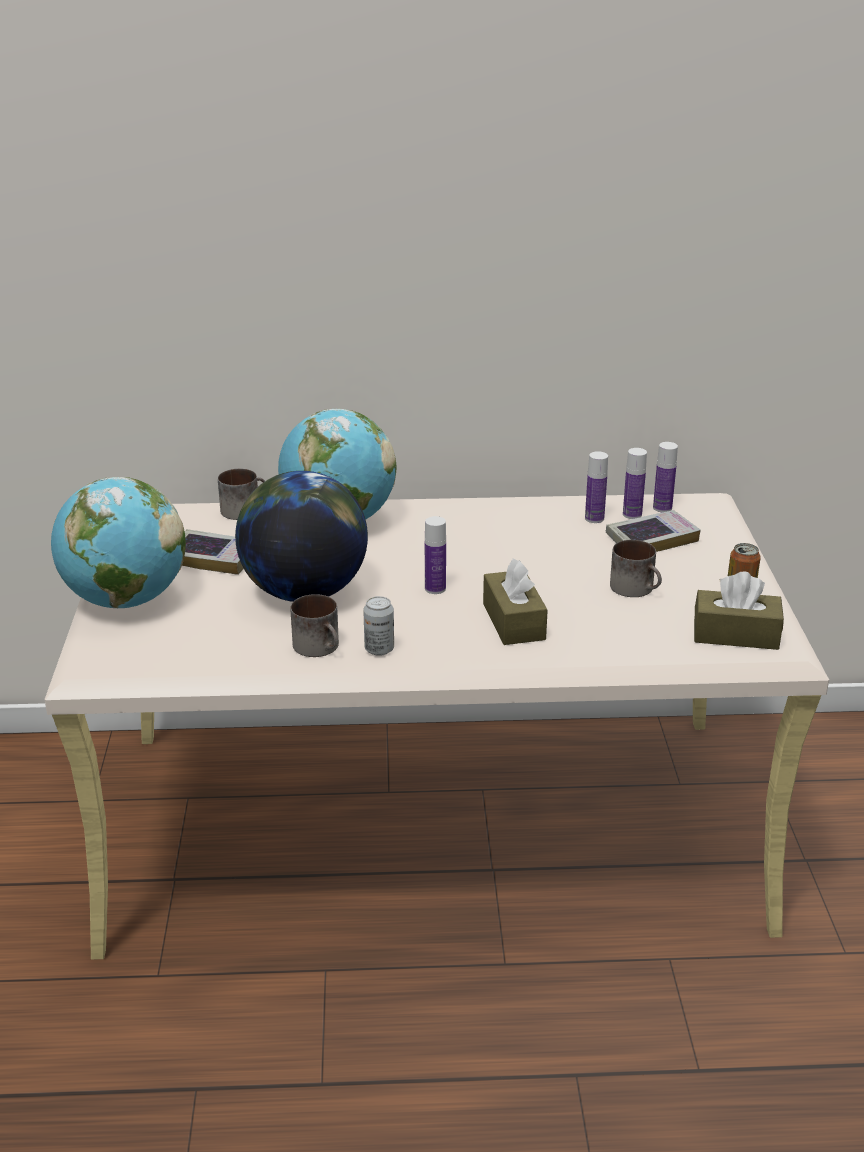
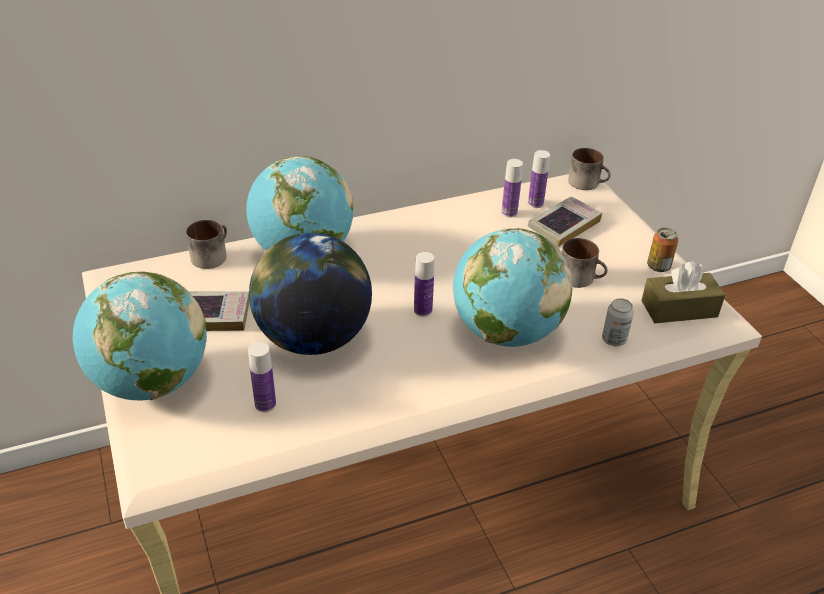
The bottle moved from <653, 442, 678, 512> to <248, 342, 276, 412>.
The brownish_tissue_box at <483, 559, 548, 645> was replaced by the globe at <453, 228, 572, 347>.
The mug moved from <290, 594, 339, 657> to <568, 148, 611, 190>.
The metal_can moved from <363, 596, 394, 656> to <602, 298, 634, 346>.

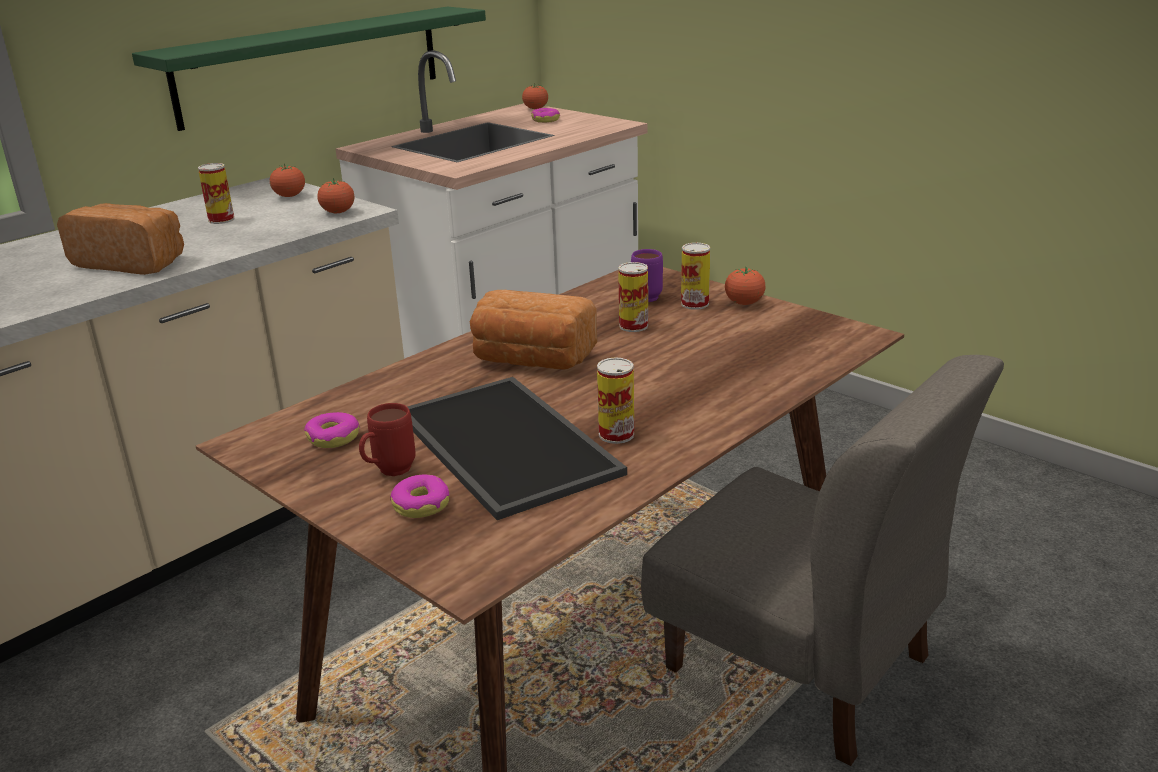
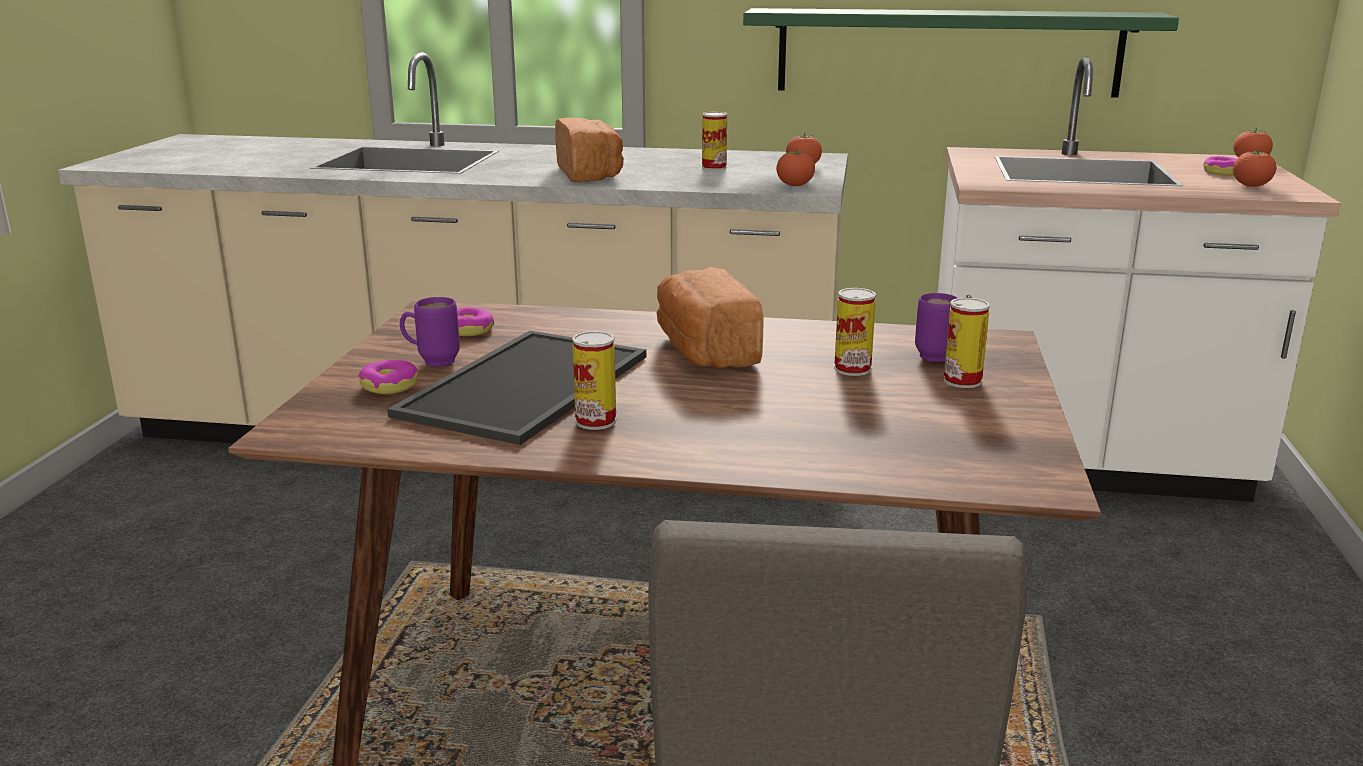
The reddish_mug at <359, 403, 416, 476> became the purple_mug at <400, 297, 460, 367>.
The tomato moved from <725, 267, 766, 305> to <1233, 148, 1276, 187>.

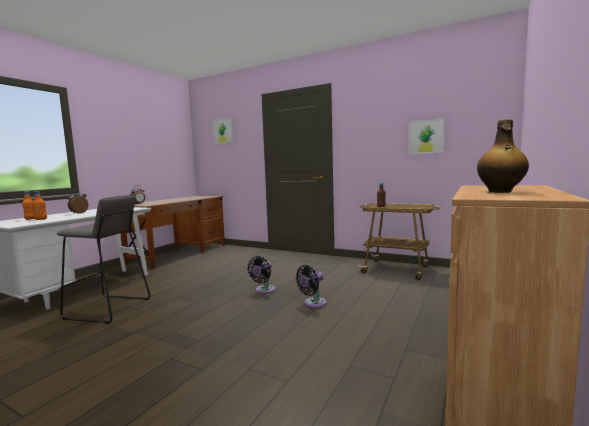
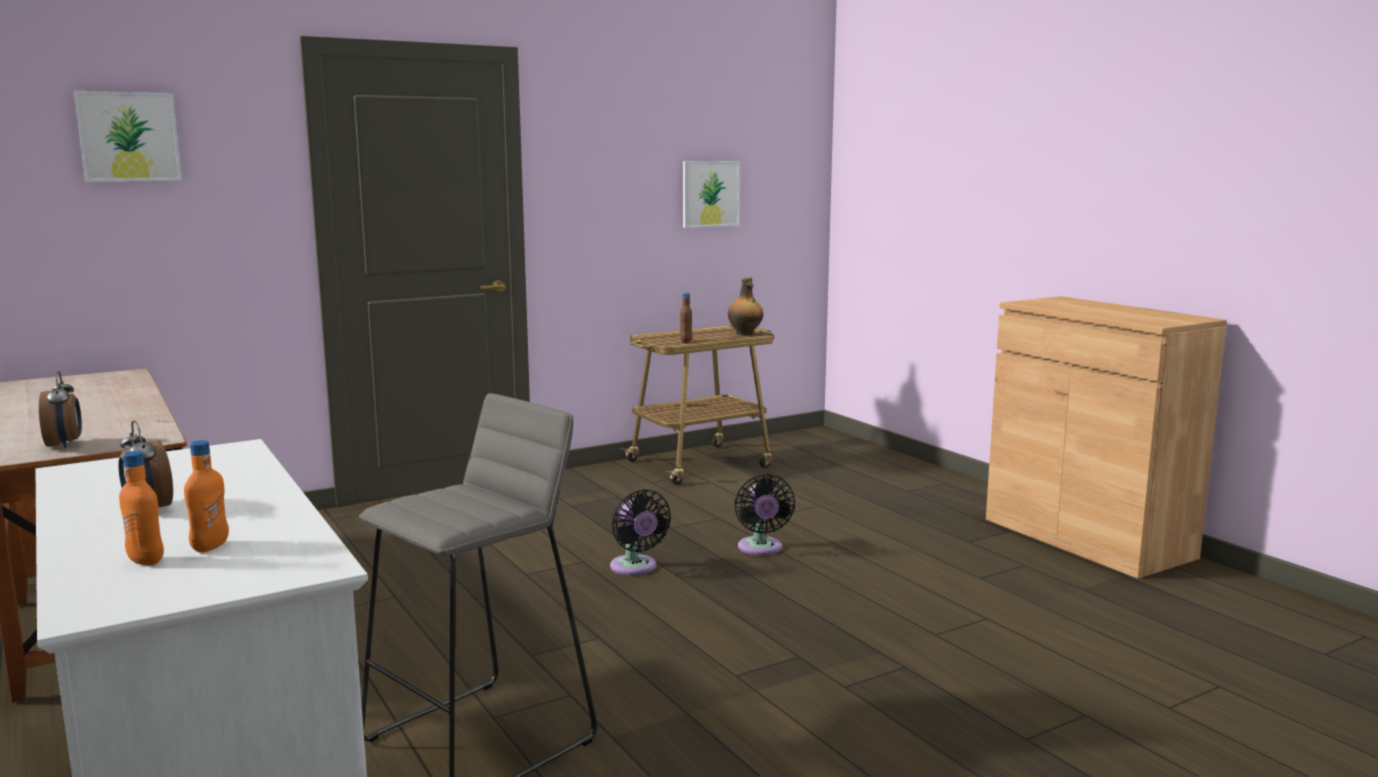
The bottle moved from <477, 119, 529, 193> to <728, 277, 763, 336>.

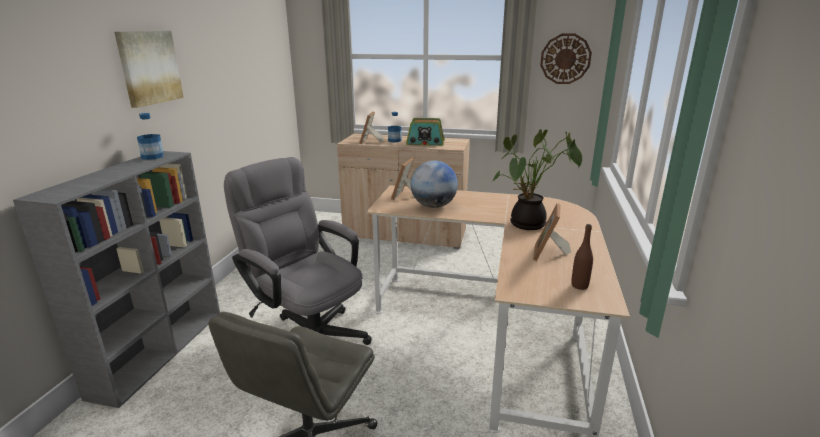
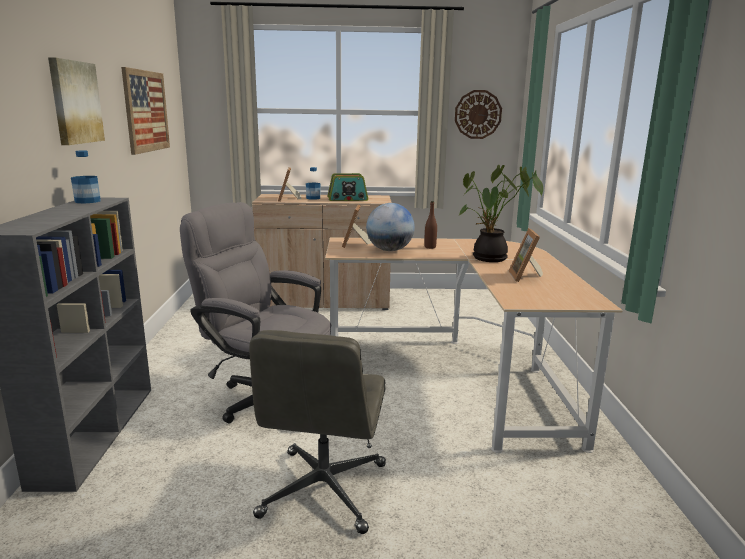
The picture at <121, 67, 170, 155> appeared.
The brownish_bottle moved from <571, 224, 593, 290> to <424, 201, 437, 249>.

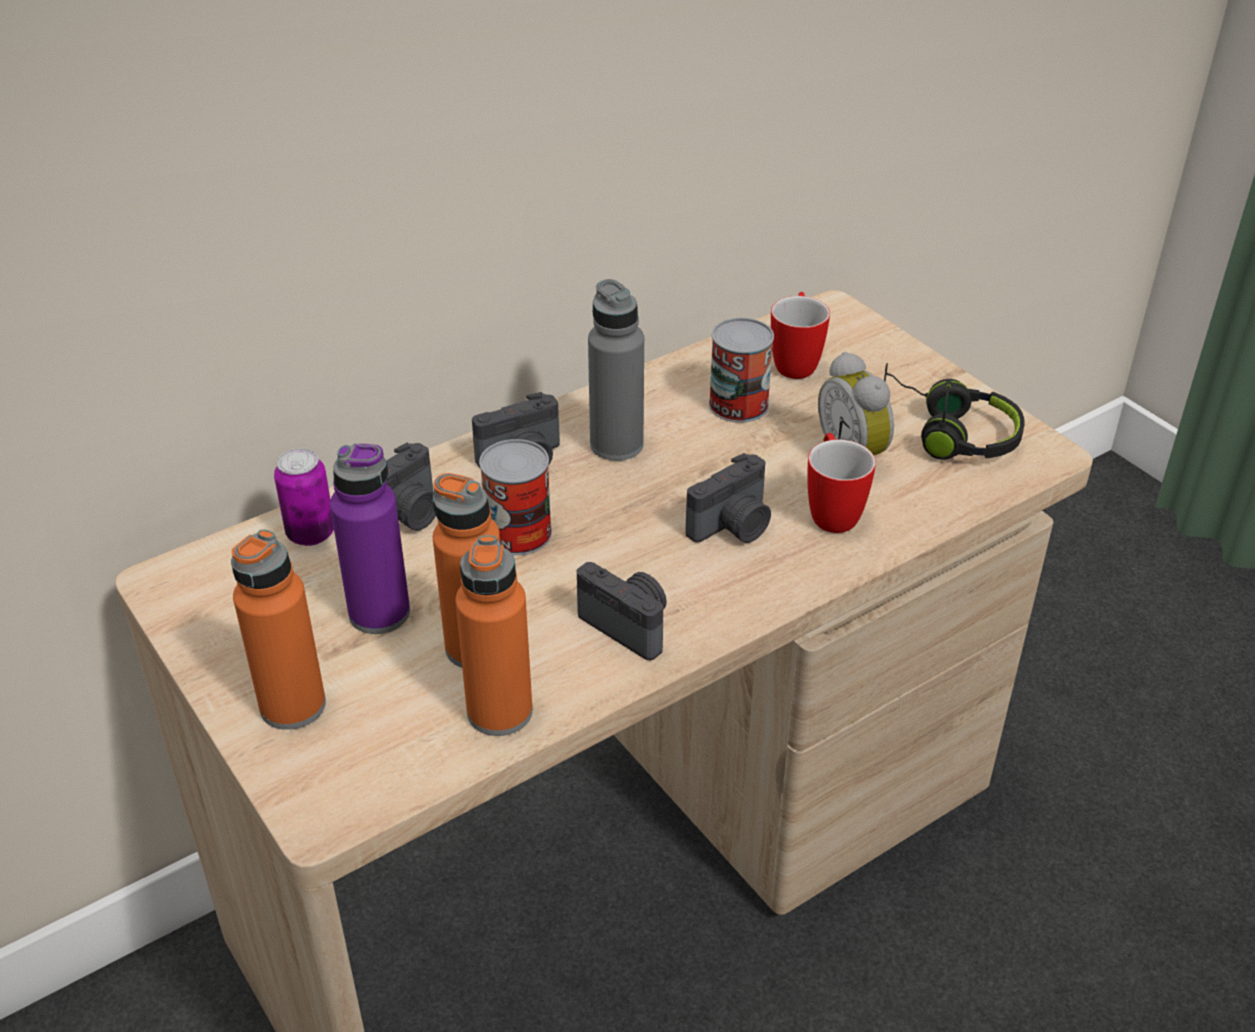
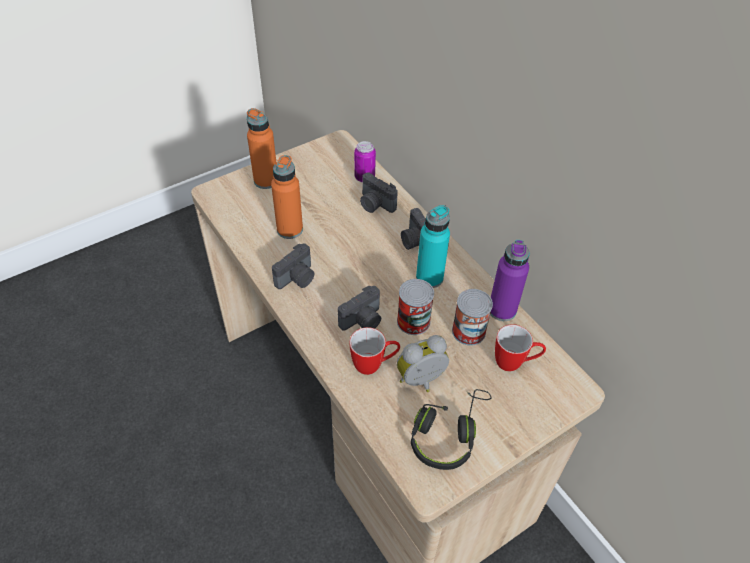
The photo_camera at <685, 453, 771, 543> turned 90 degrees counterclockwise.
The metal_can moved from <479, 439, 552, 555> to <397, 279, 434, 335>.
The greyish_bottle at <588, 279, 644, 461> became the blue-green_bottle at <416, 205, 450, 288>.
The purple_bottle moved from <330, 444, 410, 634> to <490, 240, 530, 321>.
The orange_bottle at <455, 535, 533, 736> disappeared.

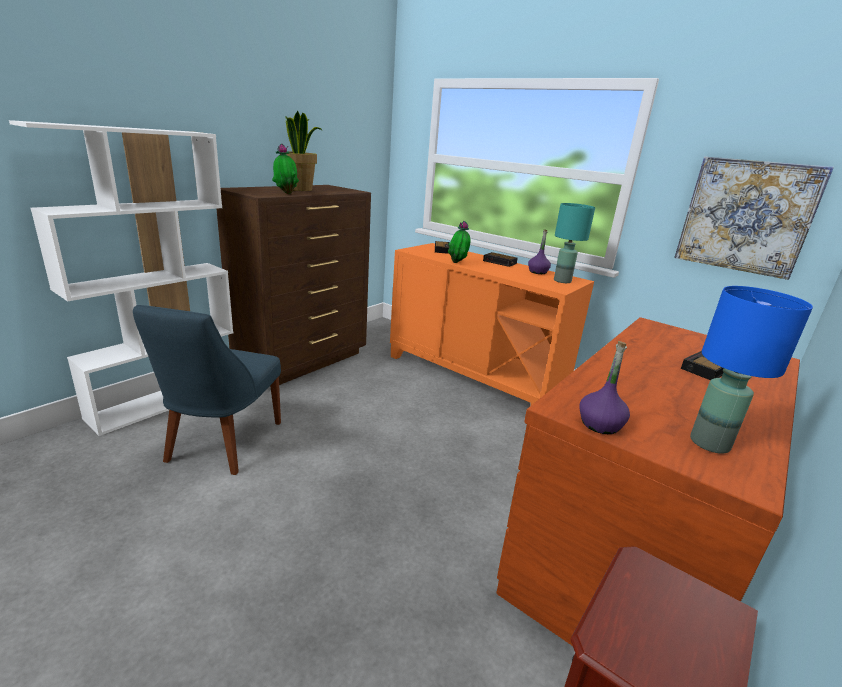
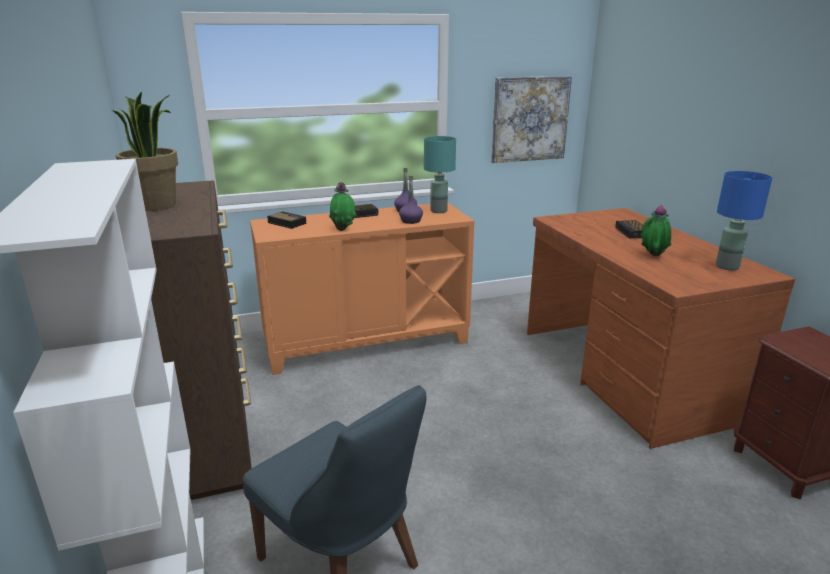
The purple_bottle moved from <579, 341, 630, 434> to <399, 176, 423, 224>.
The houseplant moved from <272, 144, 299, 194> to <640, 205, 671, 256>.

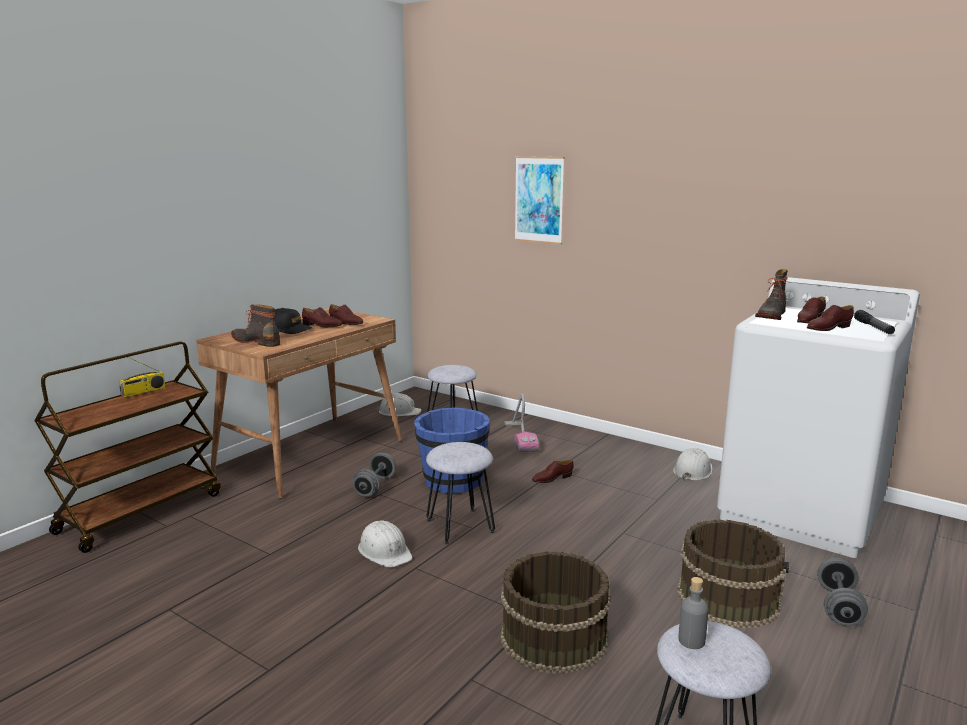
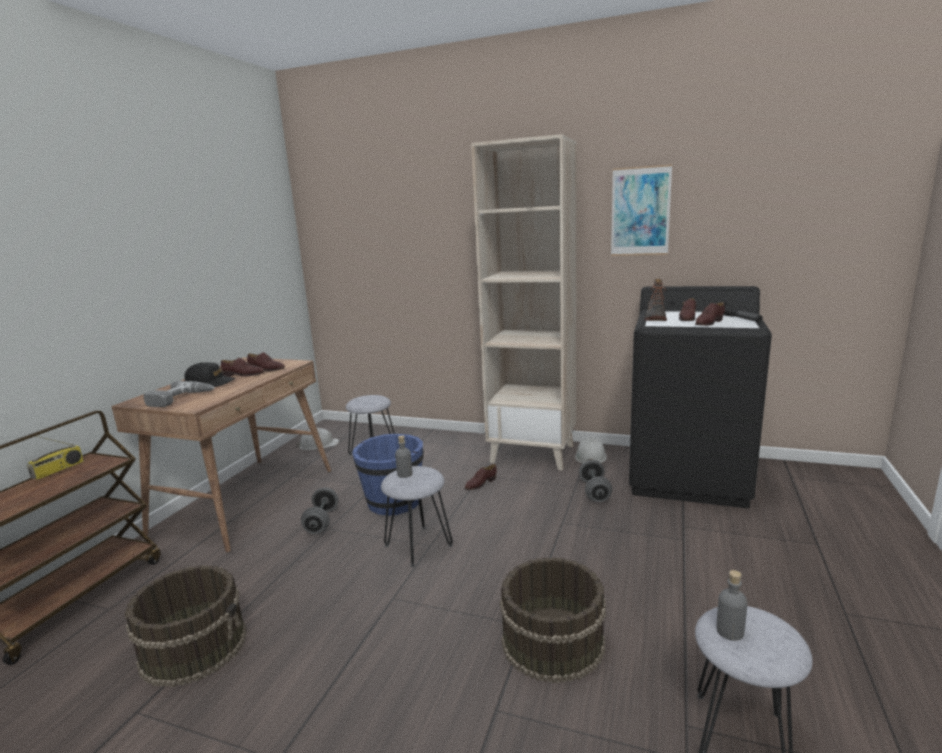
The brownish_pail moved from <677, 519, 789, 629> to <125, 565, 246, 687>.
The high-top_boot at <231, 304, 280, 347> was replaced by the drill at <143, 381, 215, 407>.
The greyish_bottle at <395, 435, 413, 478> appeared.
The beige-coloured_bookcase at <471, 134, 577, 471> appeared.
The greyish_free_weight moved from <817, 558, 868, 626> to <579, 460, 612, 502>.
The picture moved from <514, 156, 564, 244> to <611, 164, 672, 256>.
The white_washing_machine at <717, 277, 920, 558> became the black_washing_machine at <629, 286, 772, 508>.
The white_hard_hat at <358, 520, 412, 568> disappeared.
The vacuum at <504, 394, 539, 452> disappeared.

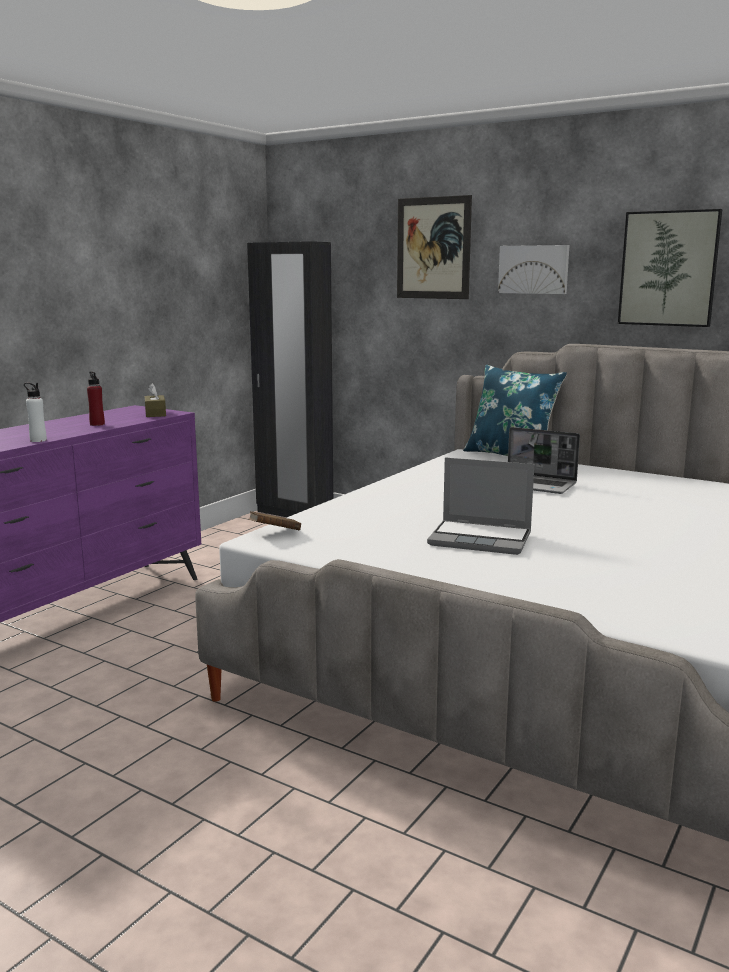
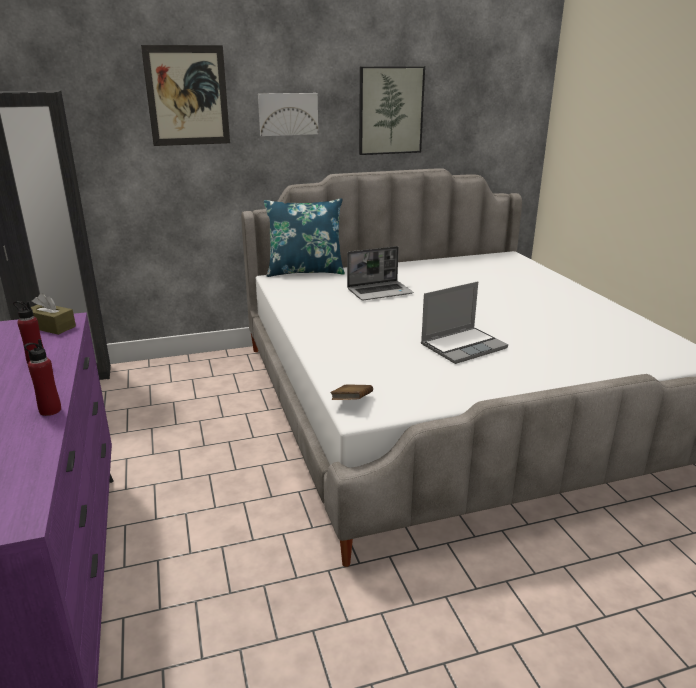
The white_bottle at <24, 383, 47, 442> became the reddish_bottle at <24, 339, 61, 416>.

